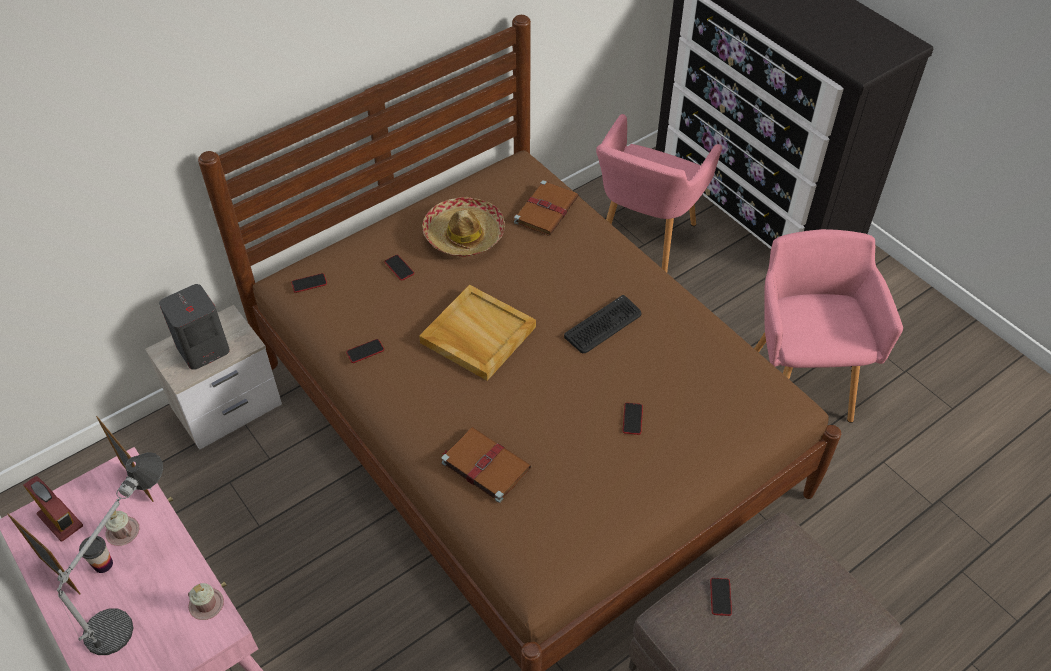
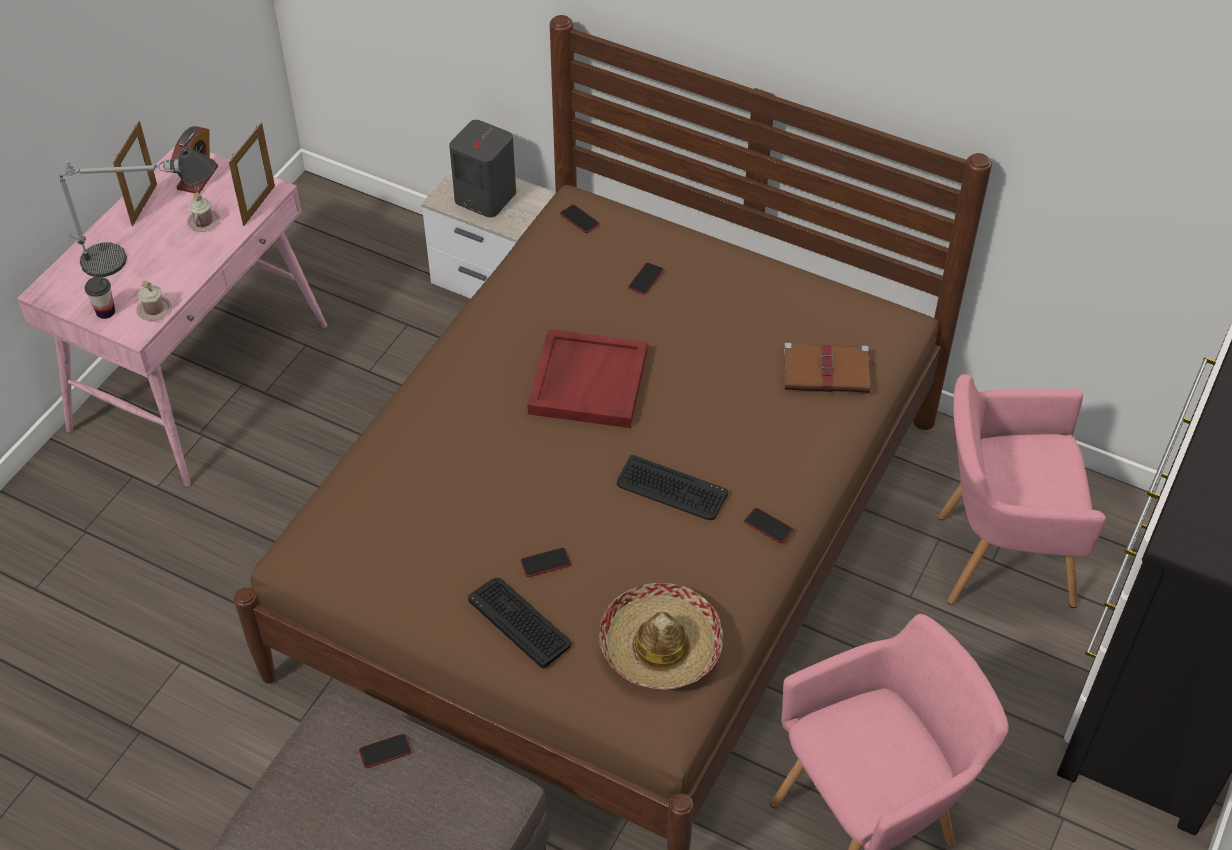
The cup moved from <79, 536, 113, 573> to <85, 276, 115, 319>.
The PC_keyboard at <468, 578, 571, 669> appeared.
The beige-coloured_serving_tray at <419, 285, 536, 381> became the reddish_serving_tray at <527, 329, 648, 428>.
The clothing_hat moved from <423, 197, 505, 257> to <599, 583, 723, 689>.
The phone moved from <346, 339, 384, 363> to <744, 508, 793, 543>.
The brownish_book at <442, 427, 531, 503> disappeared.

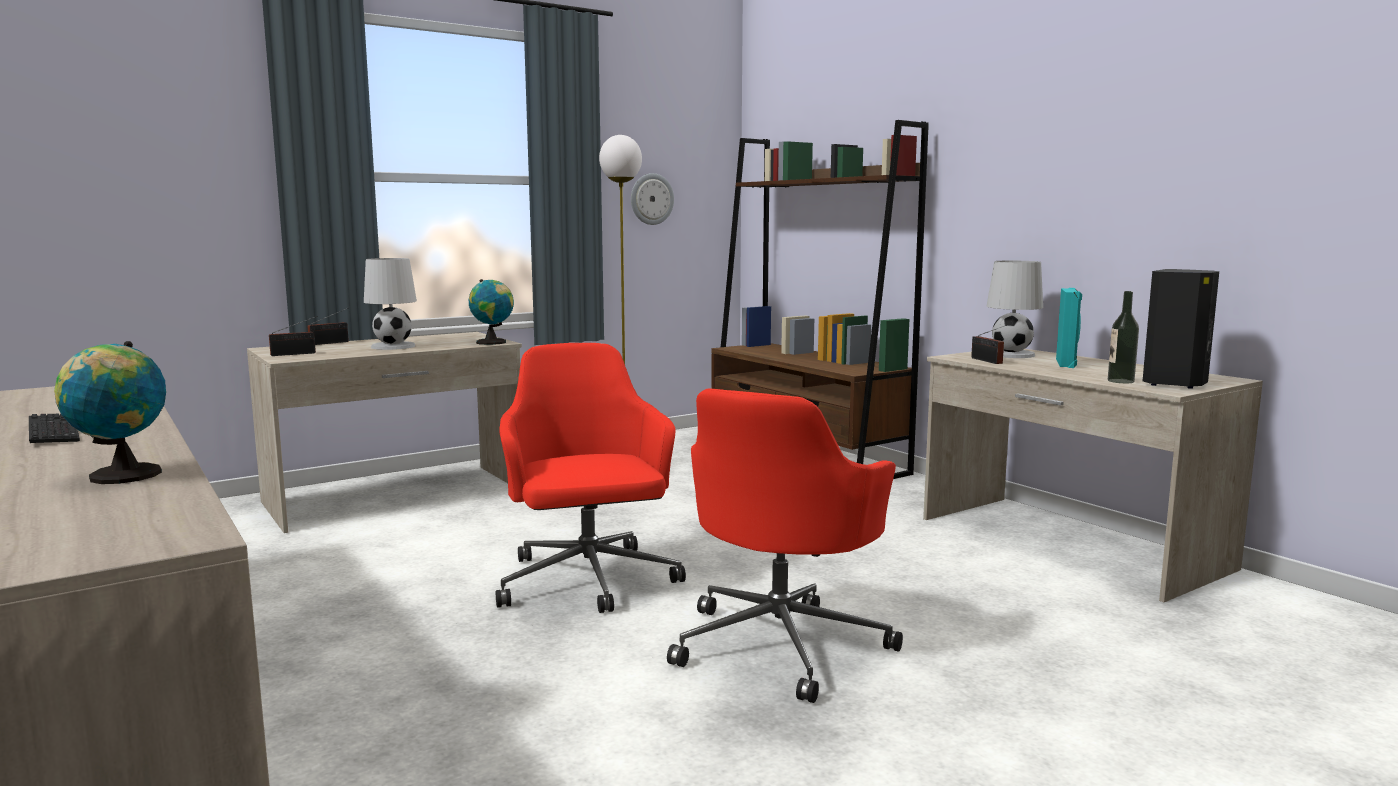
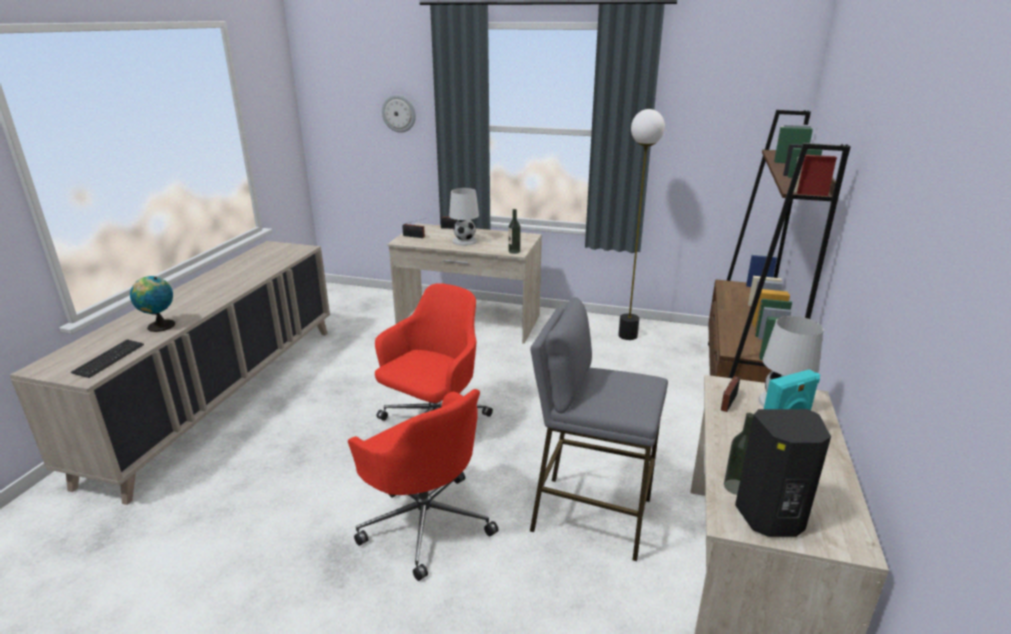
The PC_keyboard moved from <29, 414, 80, 443> to <71, 339, 144, 378>.
The reddish_office_chair at <667, 388, 903, 703> turned 120 degrees counterclockwise.
The clock_on_the_wall moved from <631, 173, 674, 225> to <382, 95, 416, 133>.
The globe at <469, 279, 514, 345> was replaced by the bottle at <508, 209, 521, 254>.
The greyish_stool at <530, 297, 668, 561> appeared.

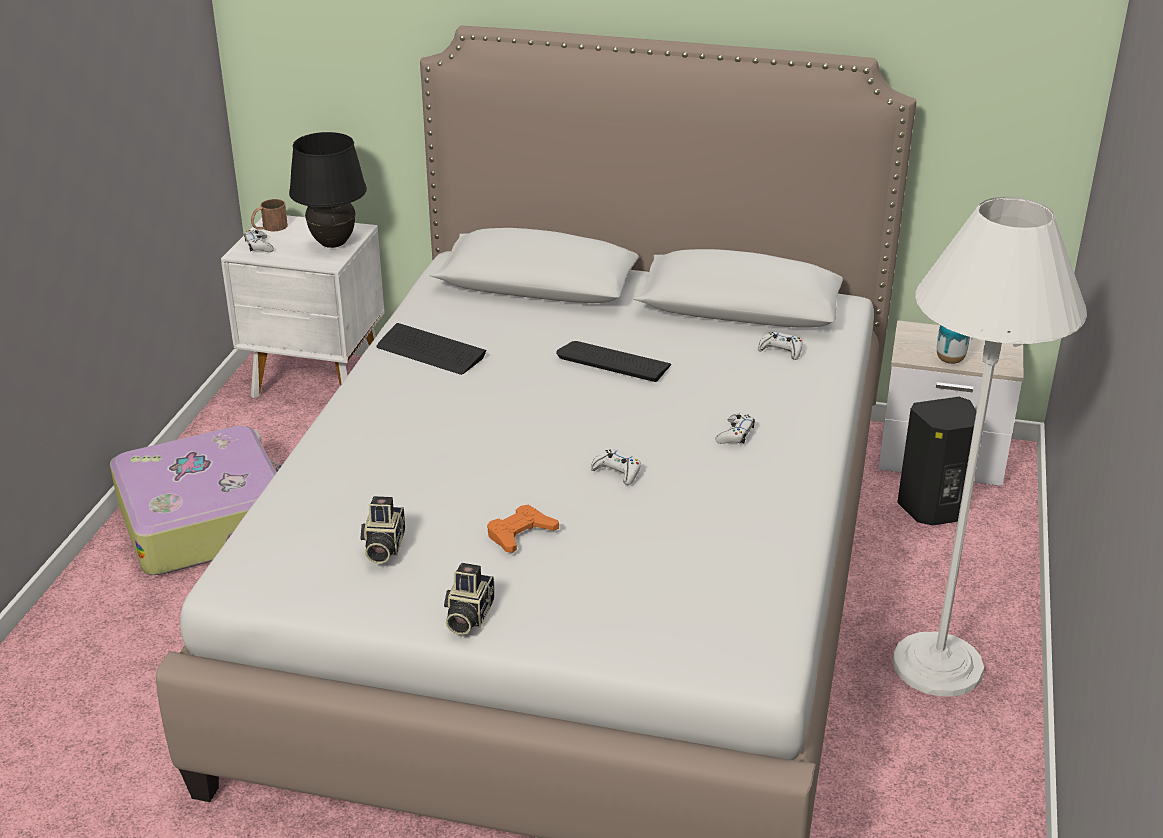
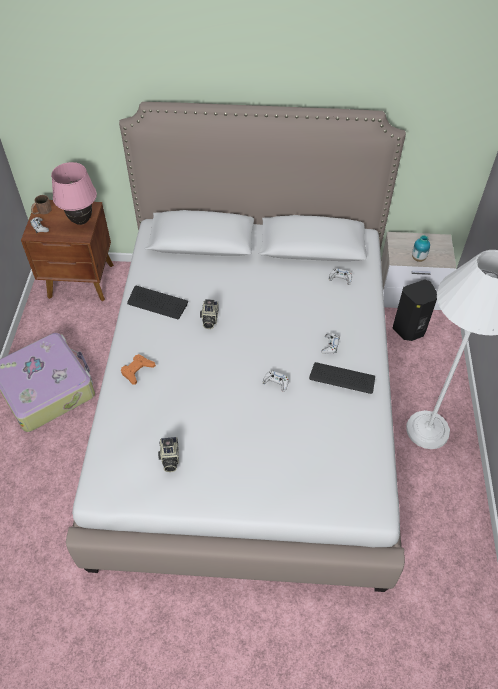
The white_bedside_table at <221, 215, 385, 398> became the brownish_bedside_table at <21, 200, 114, 301>.
The black_tabletop_lamp at <289, 132, 367, 248> became the pinkish_tabletop_lamp at <51, 162, 97, 225>.
The orange_joypad moved from <487, 505, 559, 553> to <121, 354, 156, 385>.
The photo_camera moved from <444, 563, 494, 635> to <200, 299, 219, 329>.
The PC_keyboard moved from <556, 341, 671, 382> to <309, 362, 375, 394>.

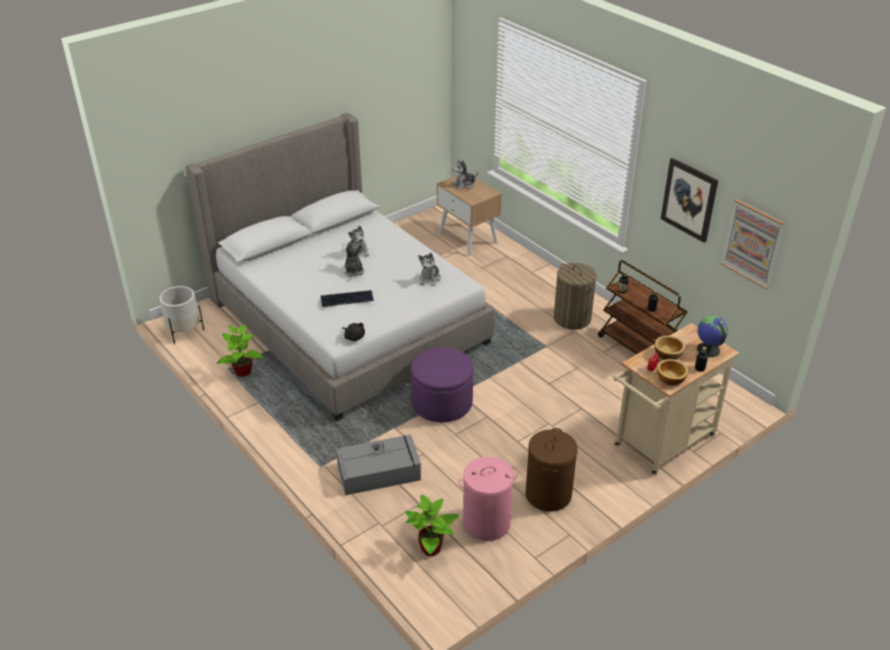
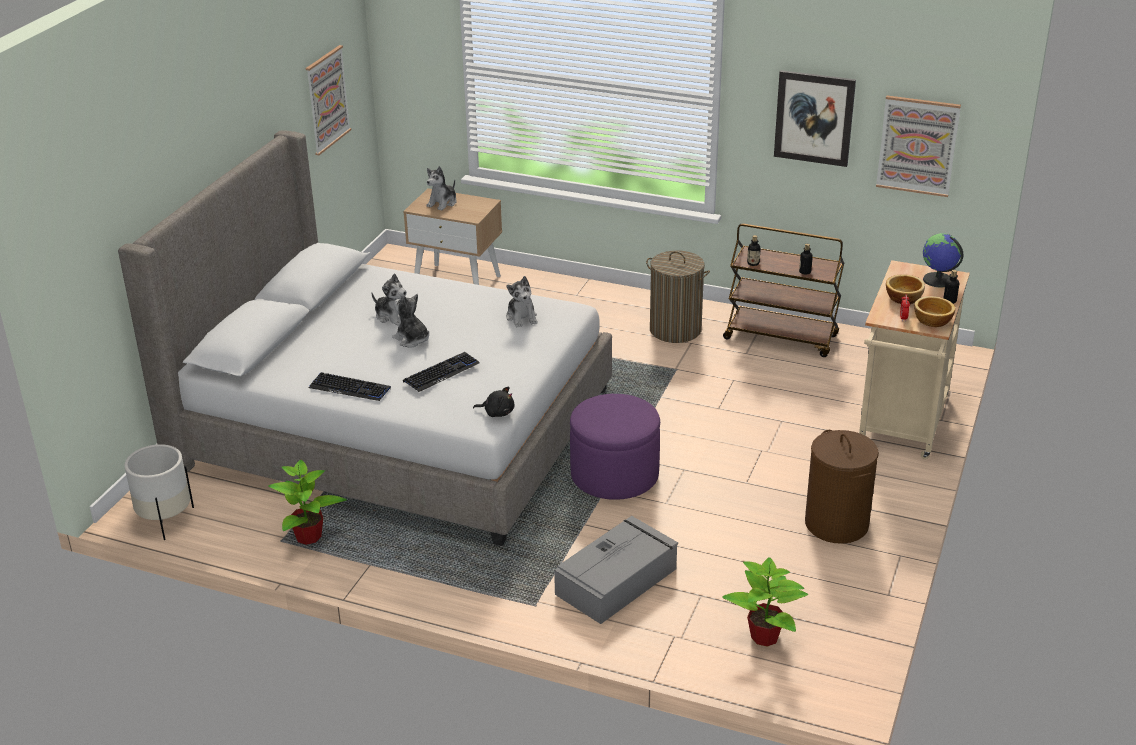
The picture at <306, 45, 351, 155> appeared.
The PC_keyboard at <309, 372, 391, 401> appeared.
The pinkish_laundry_basket at <458, 457, 518, 541> disappeared.

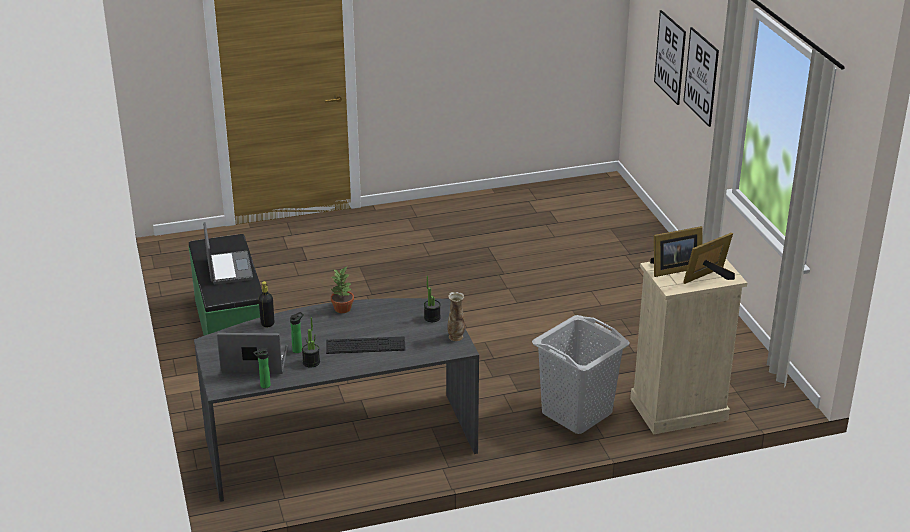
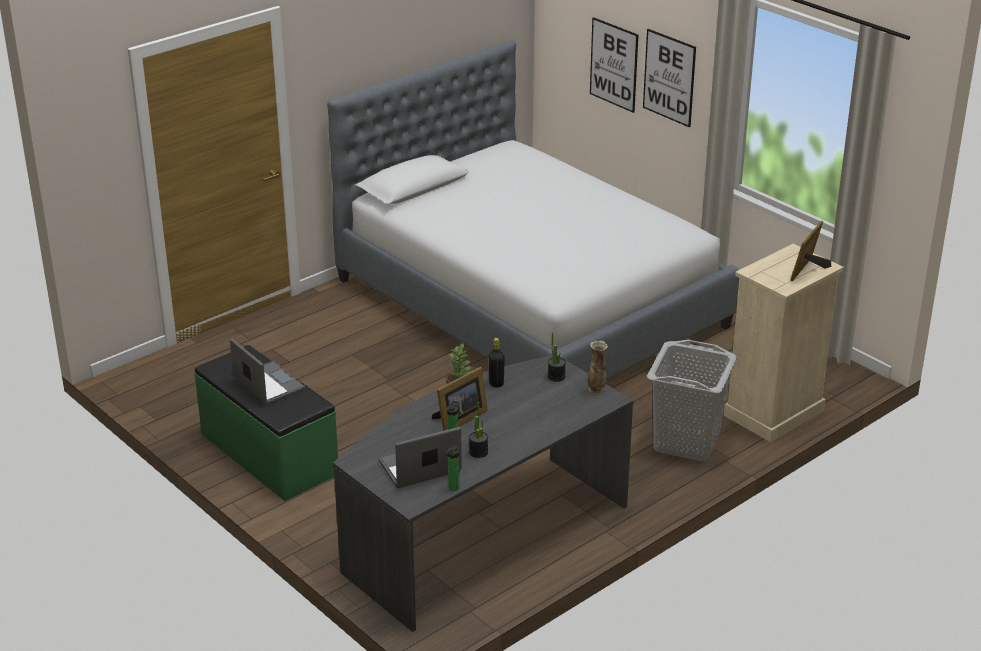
The bed at <327, 40, 739, 379> appeared.
The photo_frame moved from <650, 226, 703, 277> to <432, 367, 488, 431>.
The black_bottle moved from <258, 281, 274, 327> to <489, 338, 505, 388>.
The PC_keyboard at <326, 337, 406, 354> disappeared.

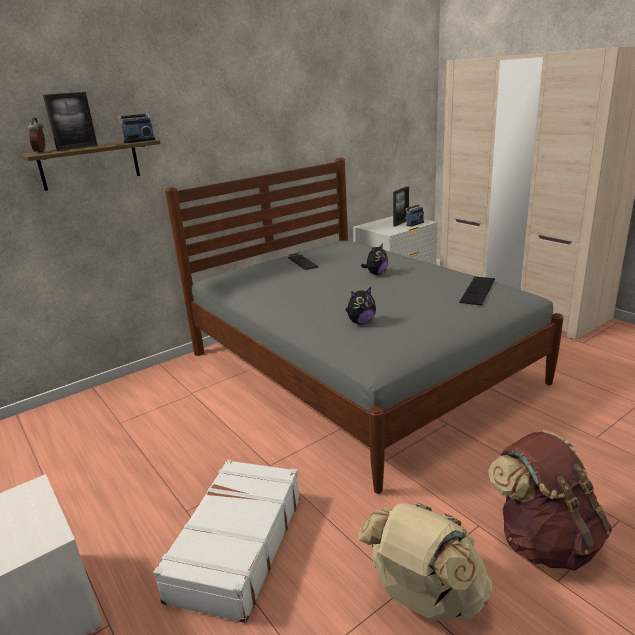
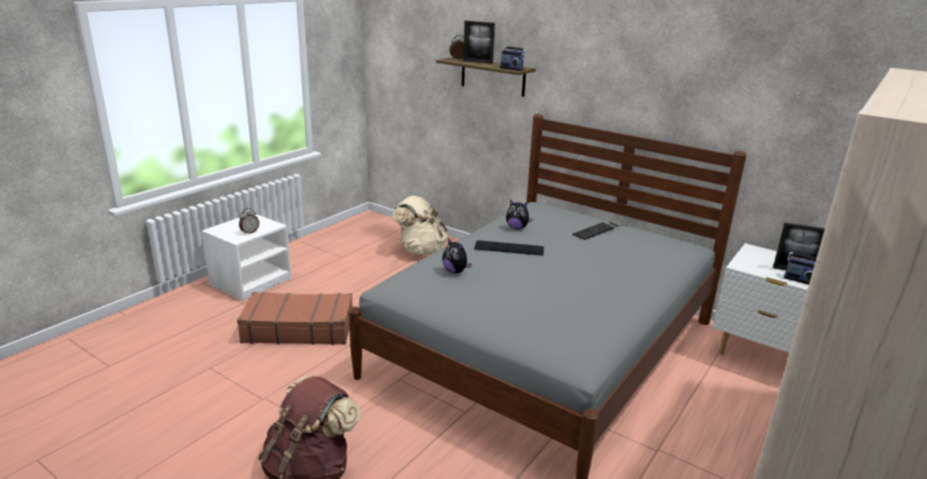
The white_suitcase at <153, 460, 300, 623> became the brownish_suitcase at <237, 292, 352, 345>.
The table_clock at <239, 208, 259, 234> appeared.
The beige-coloured_knapsack moved from <358, 503, 492, 621> to <392, 196, 448, 255>.
The PC_keyboard moved from <459, 277, 495, 305> to <474, 240, 544, 256>.
The plush_toy moved from <361, 243, 388, 275> to <506, 200, 532, 229>.

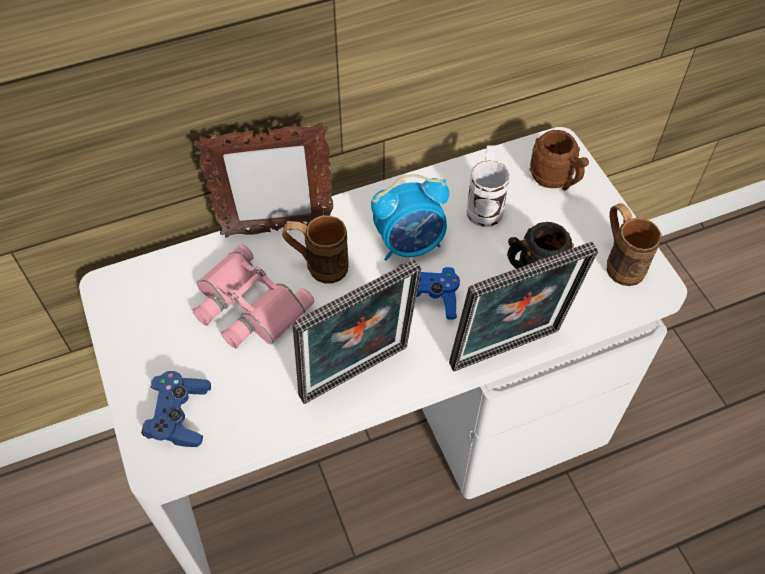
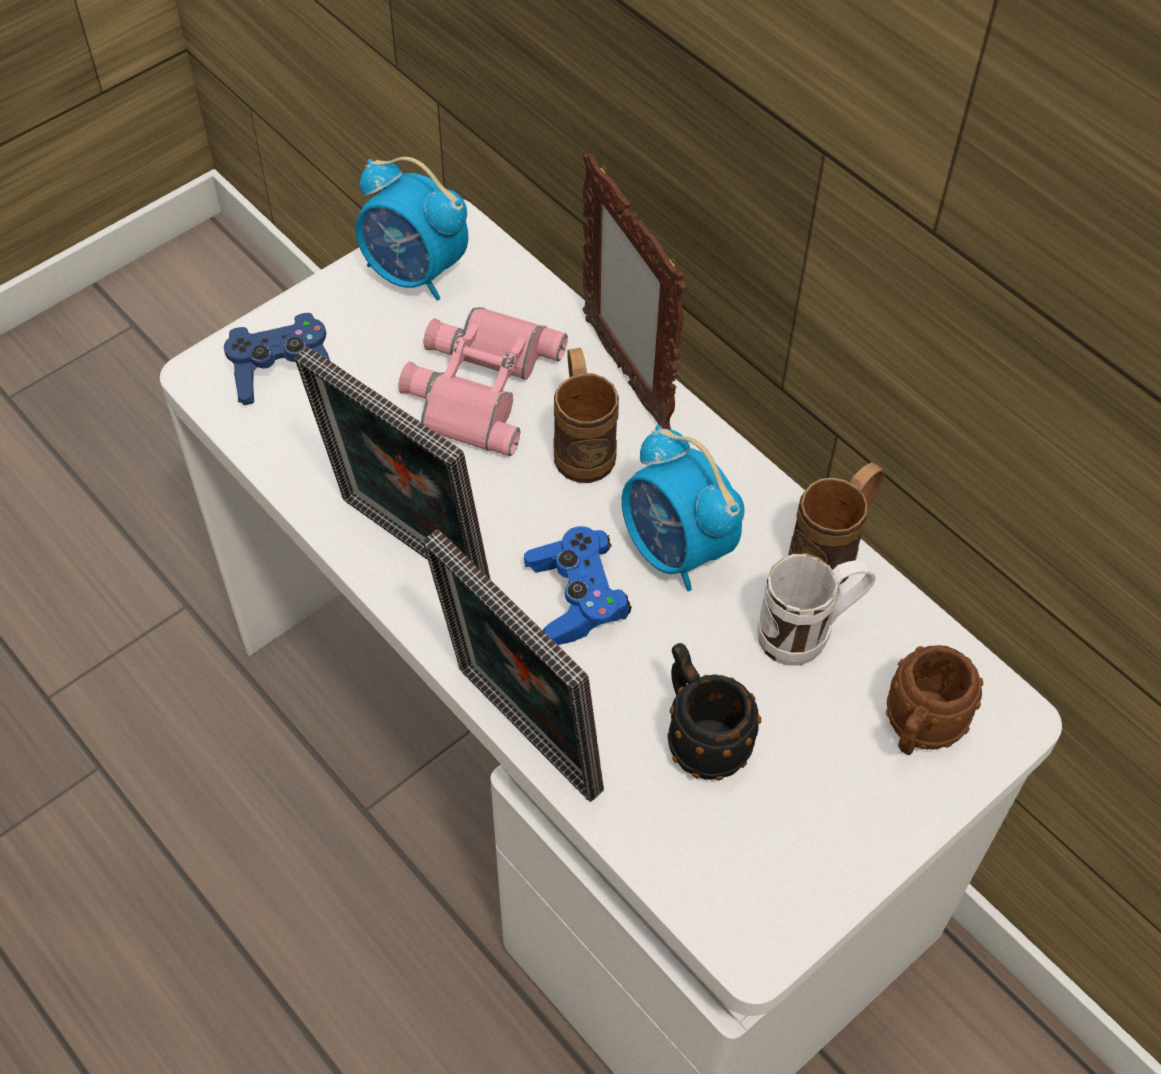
The table_clock at <355, 157, 468, 301> appeared.
The brownish_mug moved from <607, 203, 661, 286> to <788, 462, 885, 585>.

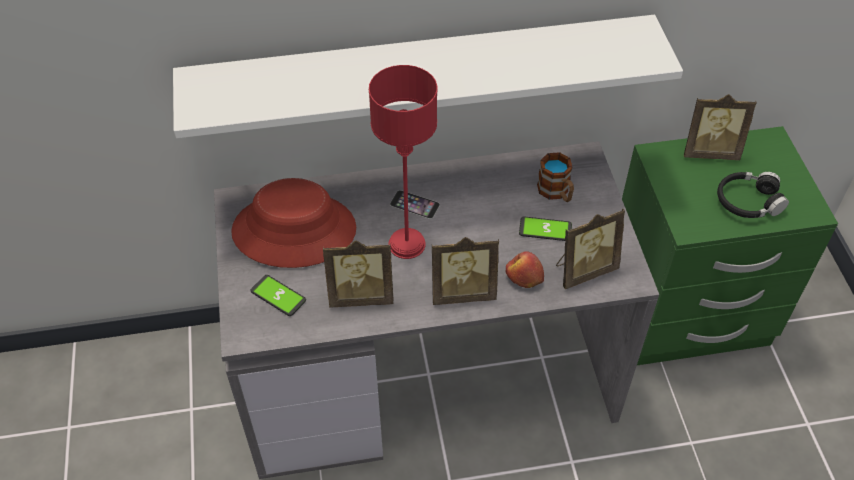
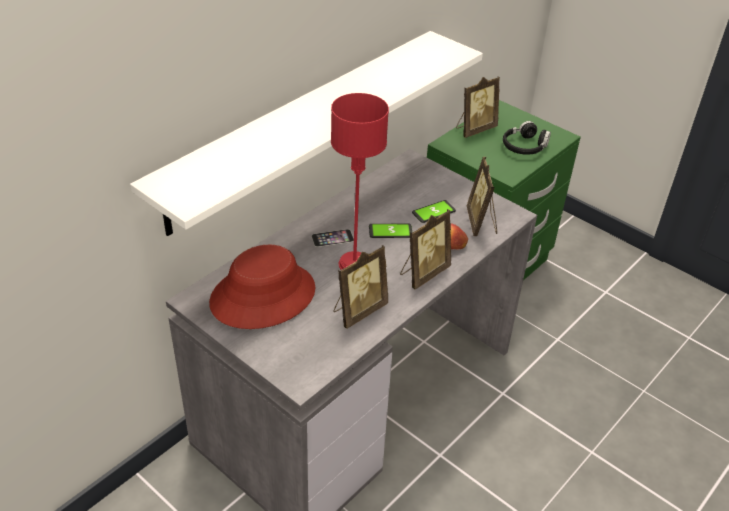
The phone moved from <250, 275, 306, 316> to <369, 224, 413, 238>.
The photo_frame at <556, 208, 625, 289> turned 150 degrees clockwise.
The mug at <537, 152, 574, 202> disappeared.

